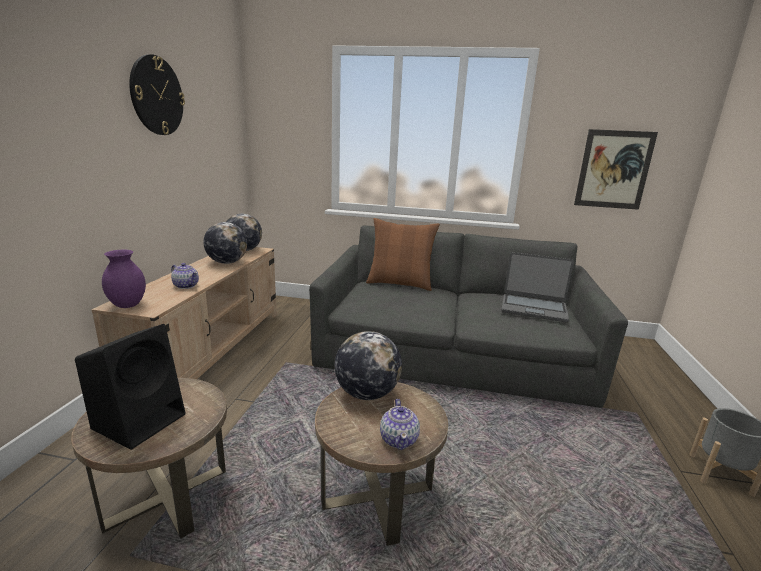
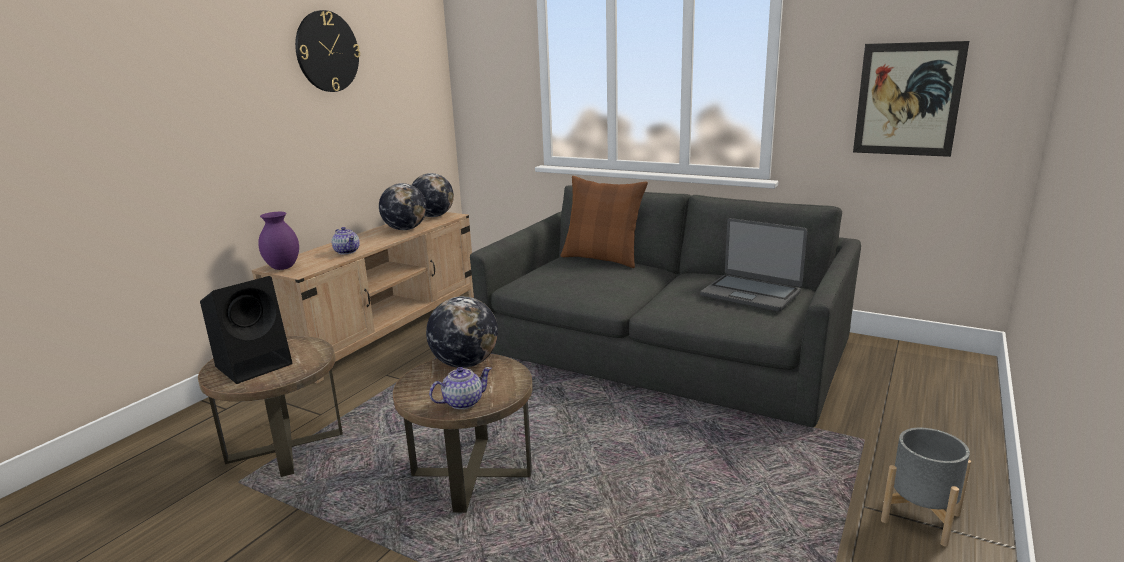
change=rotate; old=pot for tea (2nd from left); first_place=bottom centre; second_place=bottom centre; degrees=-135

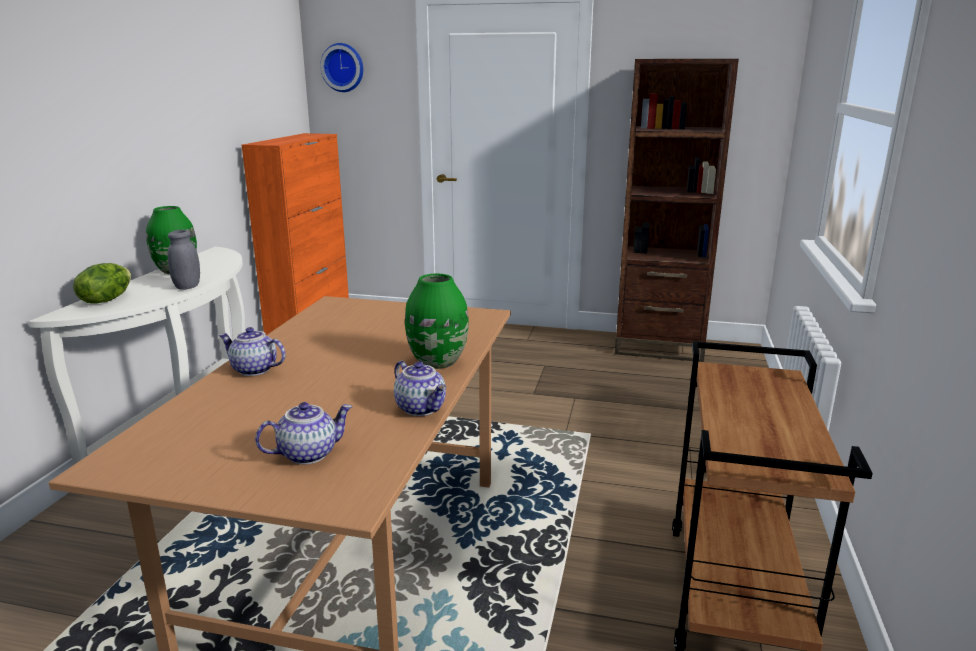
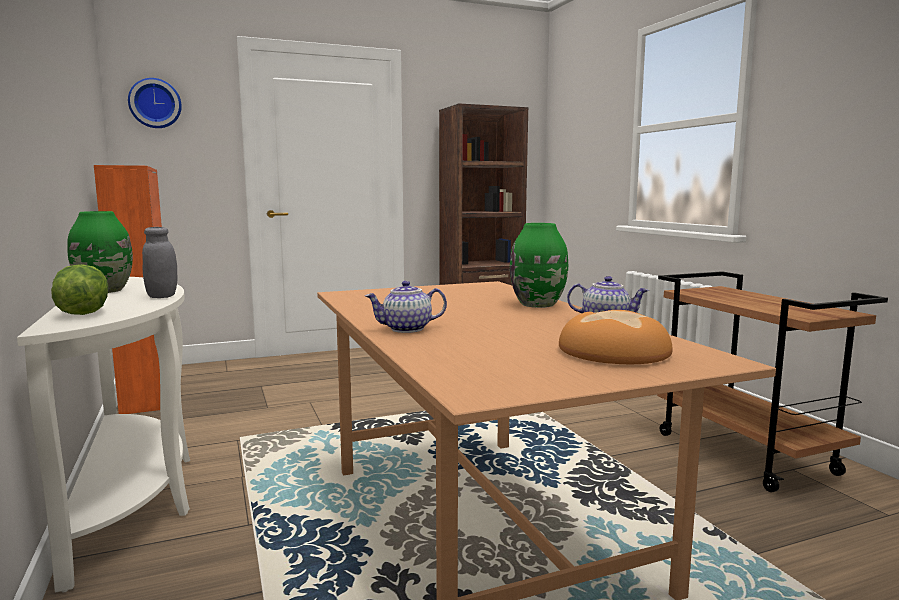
change=replace; old=pot for tea (2nd from left); new=bakery bread; first_place=middle left; second_place=middle right

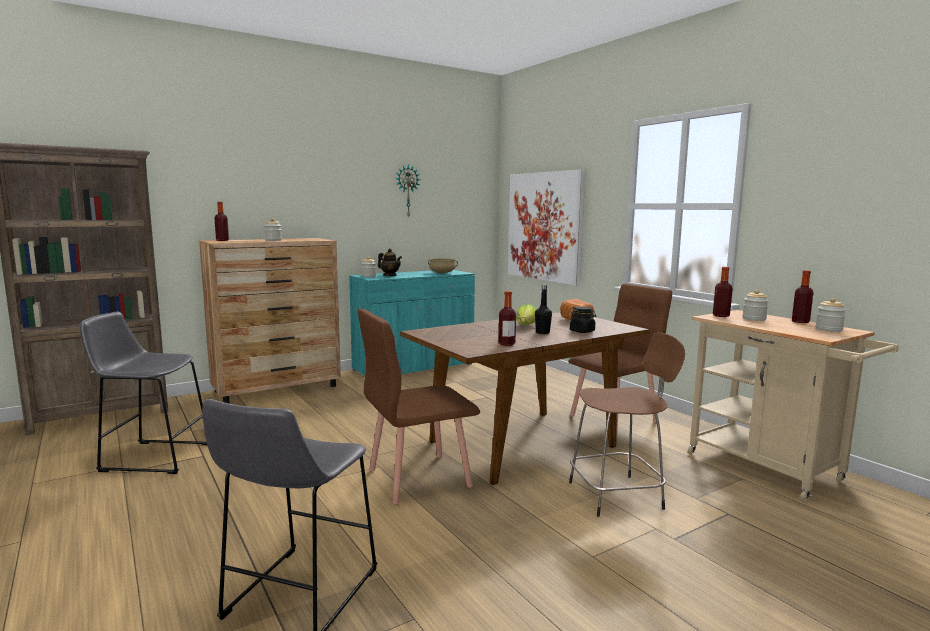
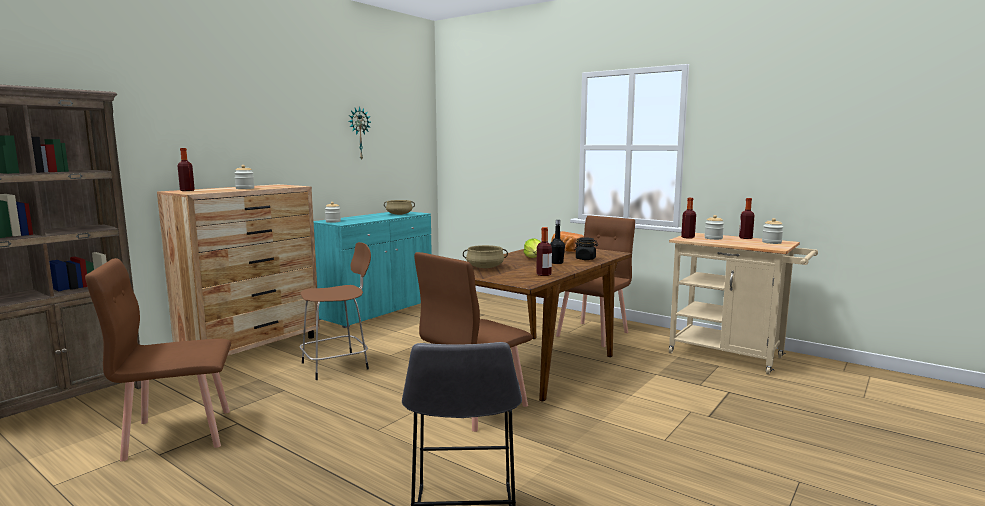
change=replace; old=gray stool (1st from left); new=brownish upright chair (1st from left); first_place=middle left; second_place=bottom left
change=delete; old=pot for tea; first_place=centre
change=delete; old=wall art; first_place=centre
change=move; old=brownish stool; first_place=bottom right; second_place=centre
change=insert; new=beige-coloured saucepot (2nd from left); second_place=centre

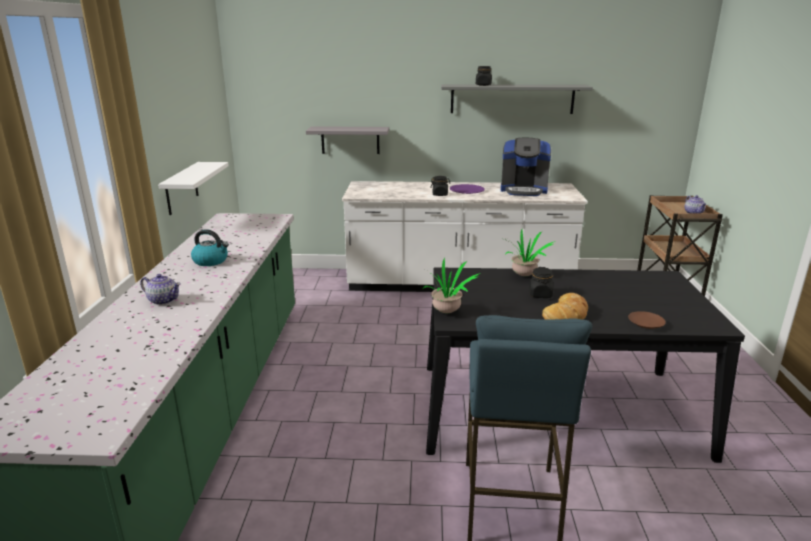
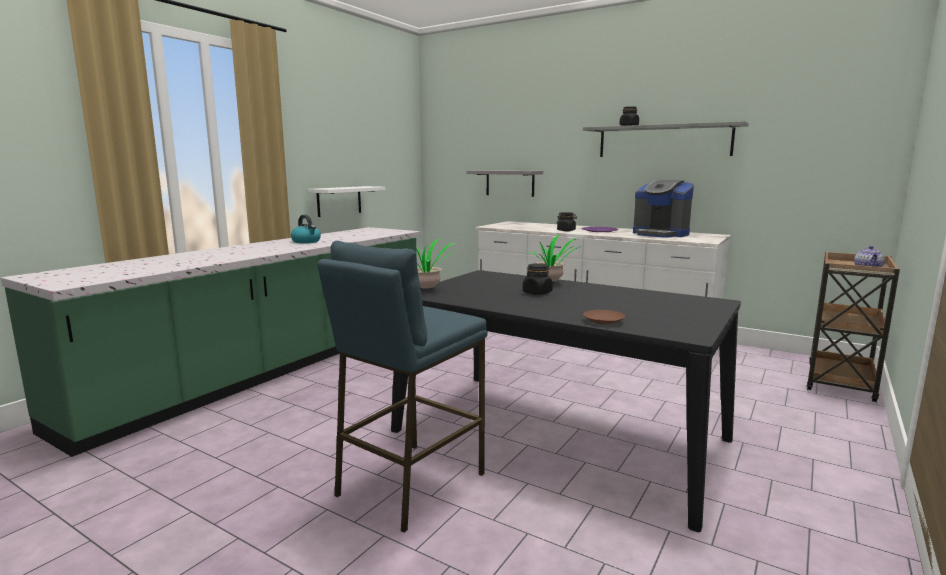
change=delete; old=pot for tea (1st from left); first_place=middle left
change=delete; old=bakery bread; first_place=middle right

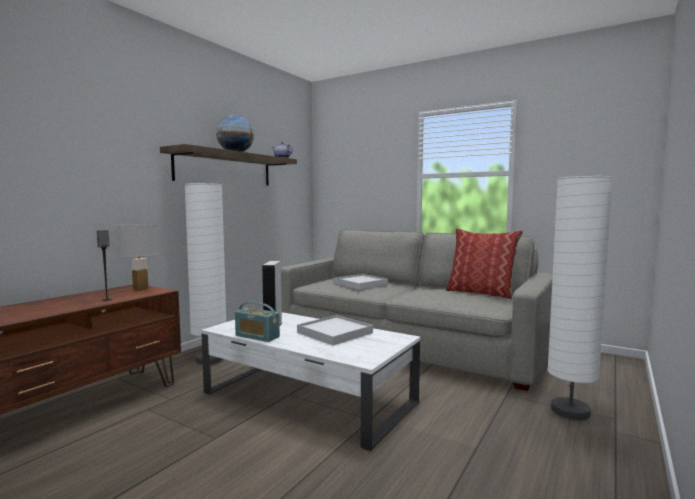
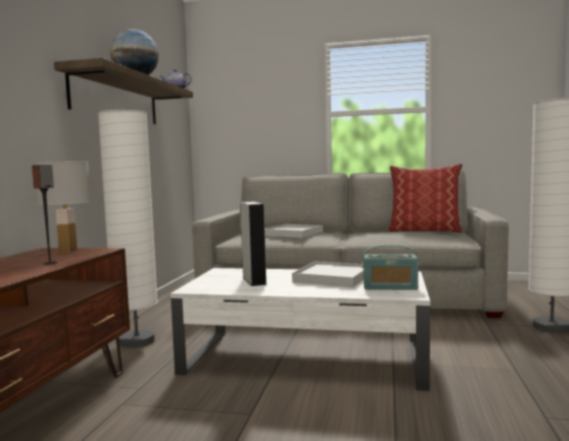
change=move; old=radio receiver; first_place=centre; second_place=middle right

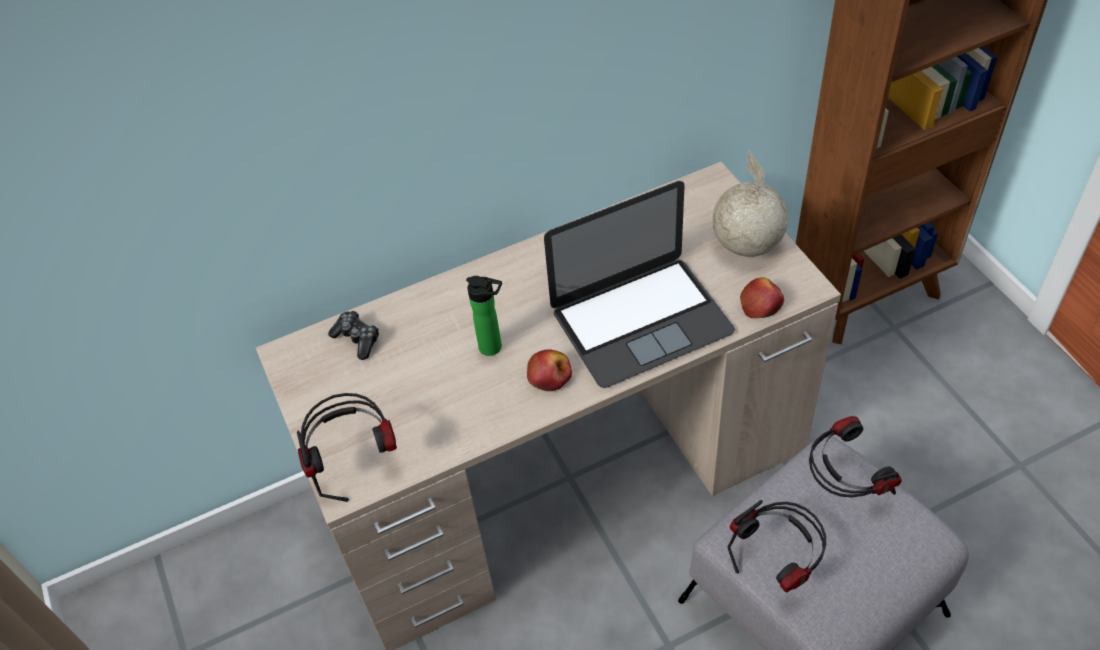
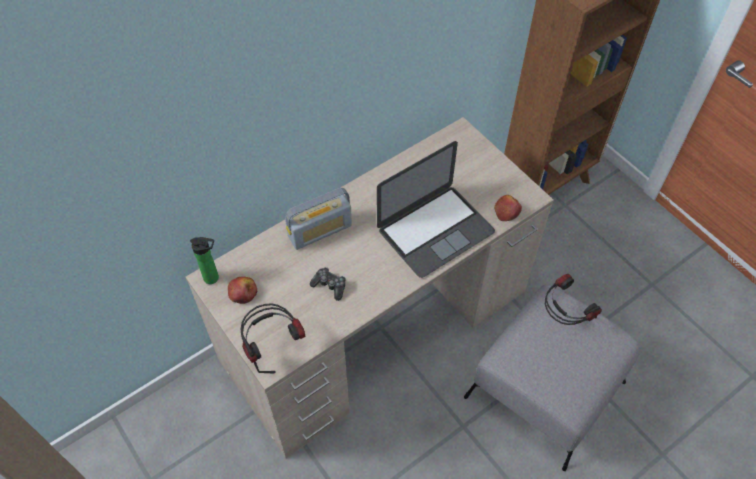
change=move; old=game controller; first_place=middle left; second_place=centre
change=move; old=beverage bottle; first_place=centre; second_place=middle left
change=move; old=apple fruit (1st from left); first_place=centre; second_place=middle left
change=delete; old=desk globe; first_place=top right
change=delete; old=headset (2nd from left); first_place=bottom right
change=insert; new=radio receiver; second_place=centre

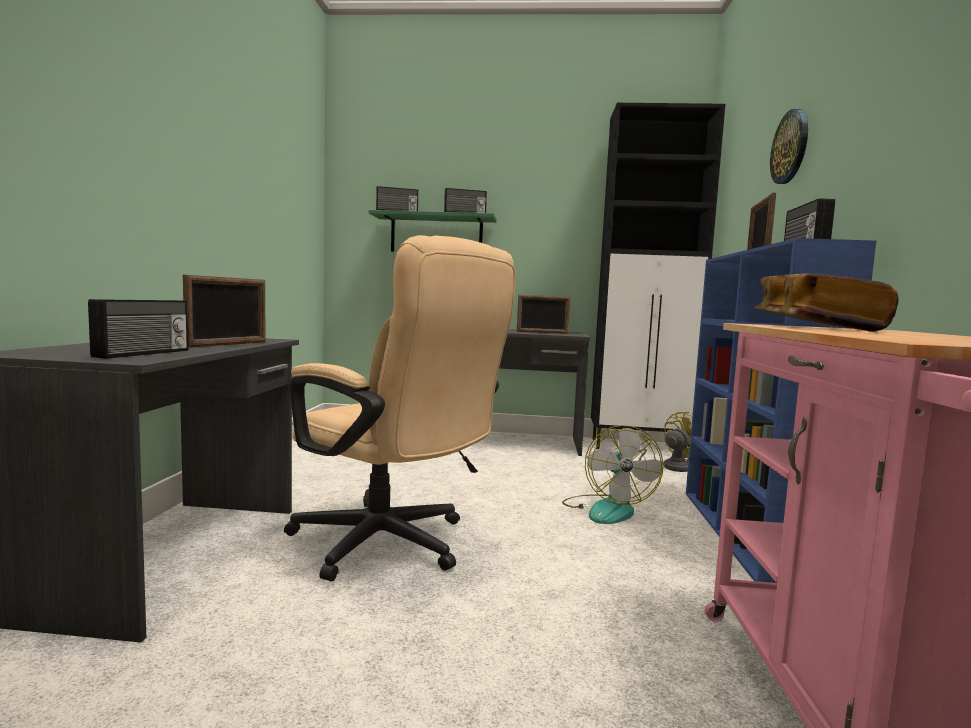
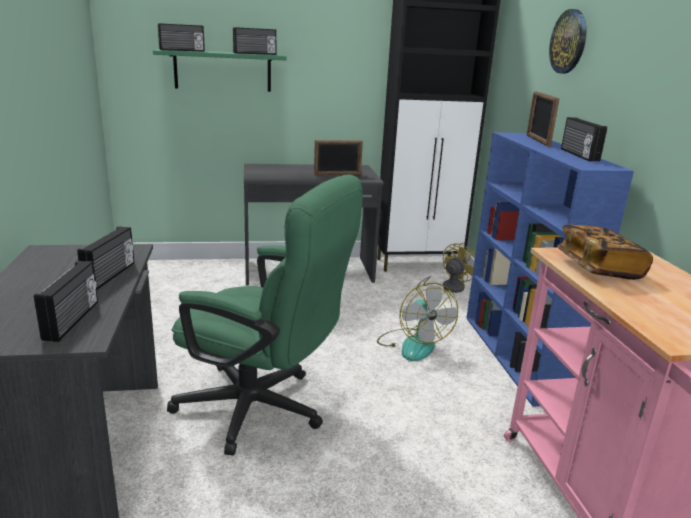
change=replace; old=standing frame (1st from left); new=radio receiver (2nd from left); first_place=middle left; second_place=middle left
change=recolor; old=beige-coloured office chair; new=green office chair; first_place=centre; second_place=centre

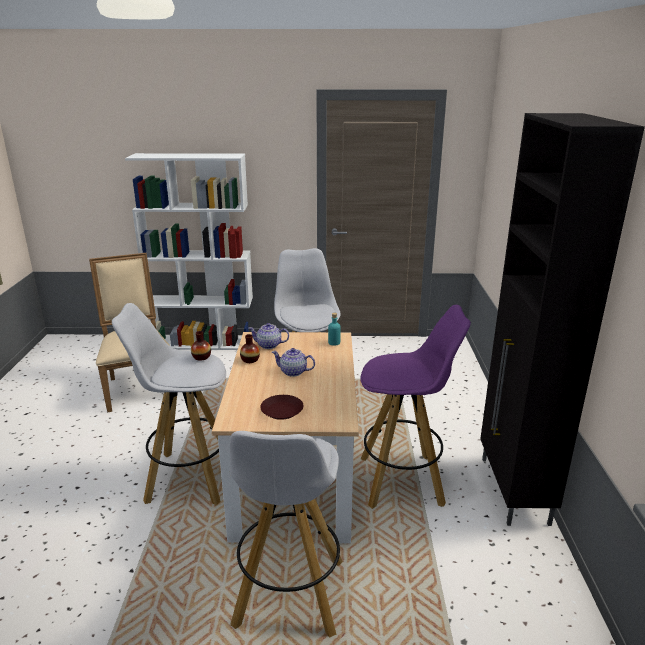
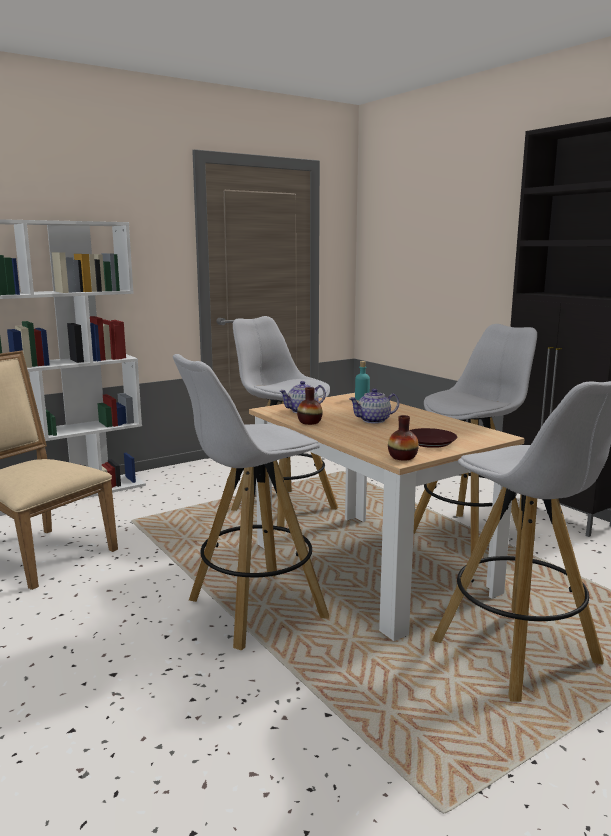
change=move; old=flower vase (1st from left in the first image); new=flower vase (2nd from left); first_place=middle left; second_place=centre
change=recolor; old=purple-coloured stool; new=white stool (3rd from left); first_place=centre; second_place=middle right

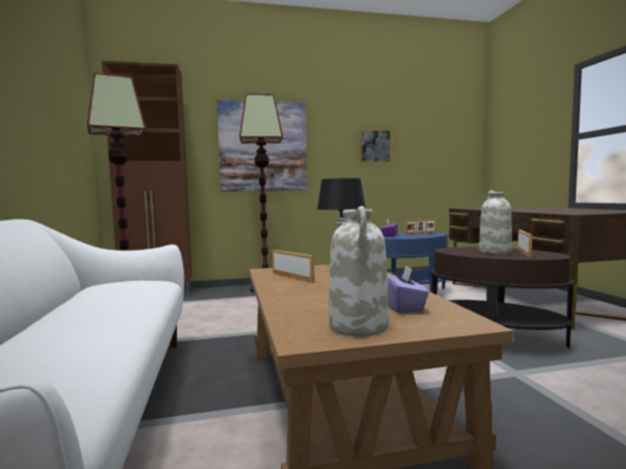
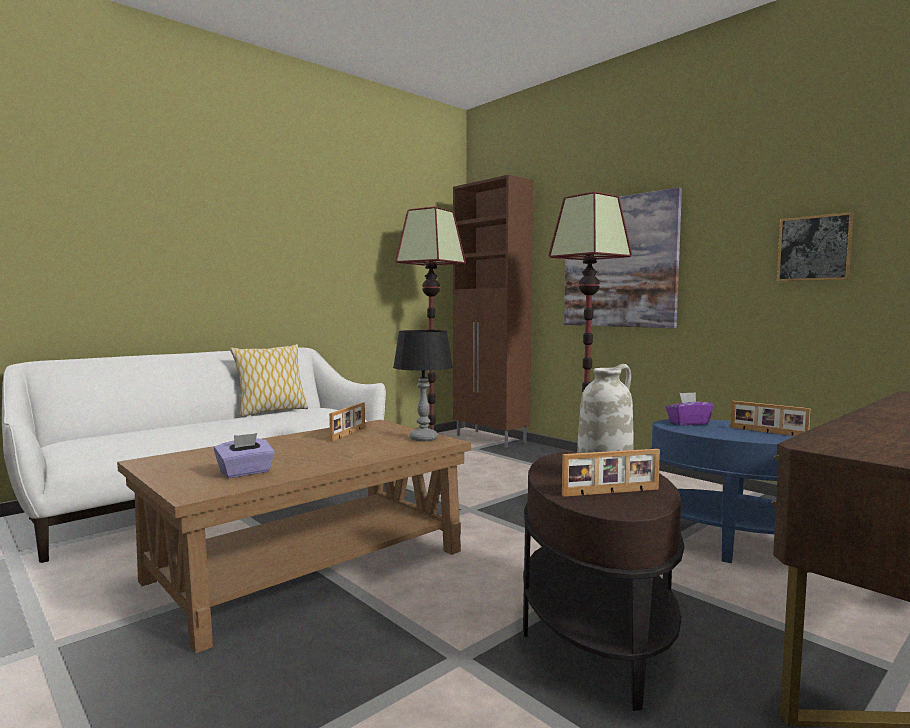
change=delete; old=white flower vase (1st from left); first_place=centre
change=insert; new=pillow; second_place=middle left

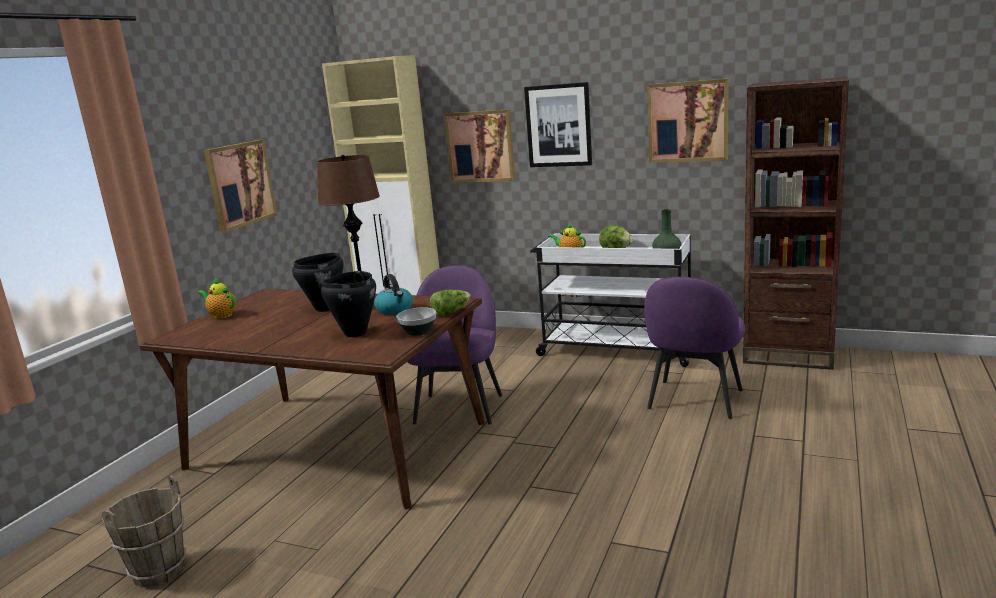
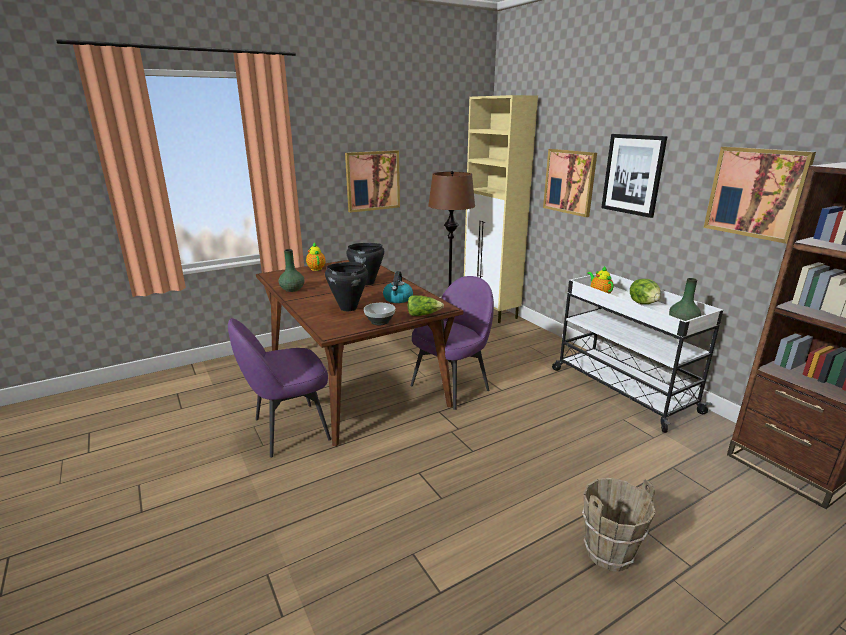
change=move; old=brownish pail; first_place=bottom left; second_place=bottom right
change=move; old=purple-coloured upright chair (2nd from left in the first image); new=purple-coloured upright chair (1st from left); first_place=middle right; second_place=middle left
change=insert; new=green flower vase (1st from left); second_place=centre

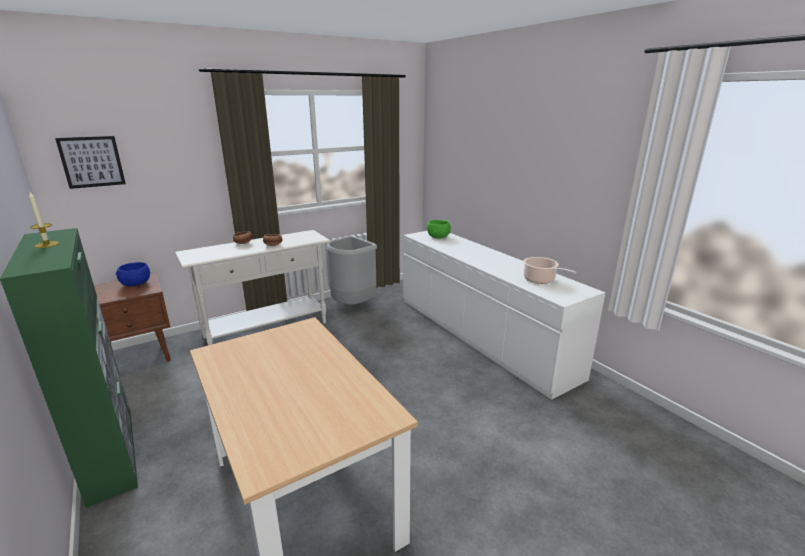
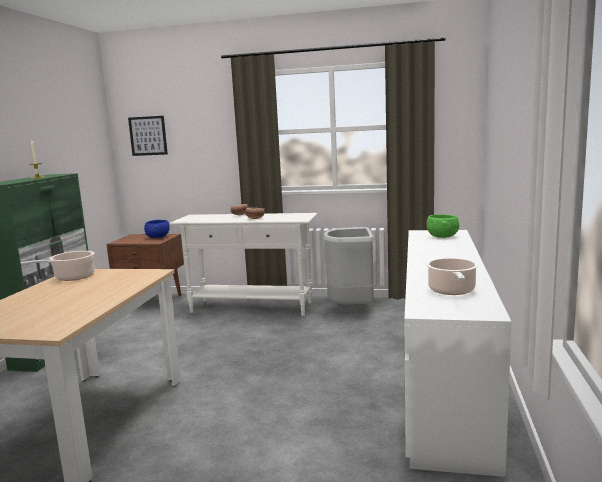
change=insert; new=saucepot (1st from left); second_place=middle left

